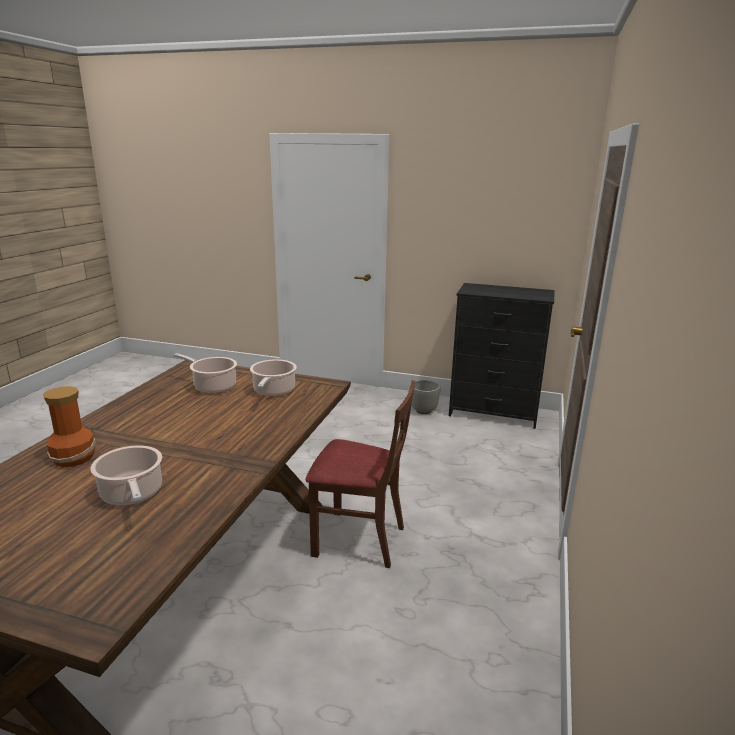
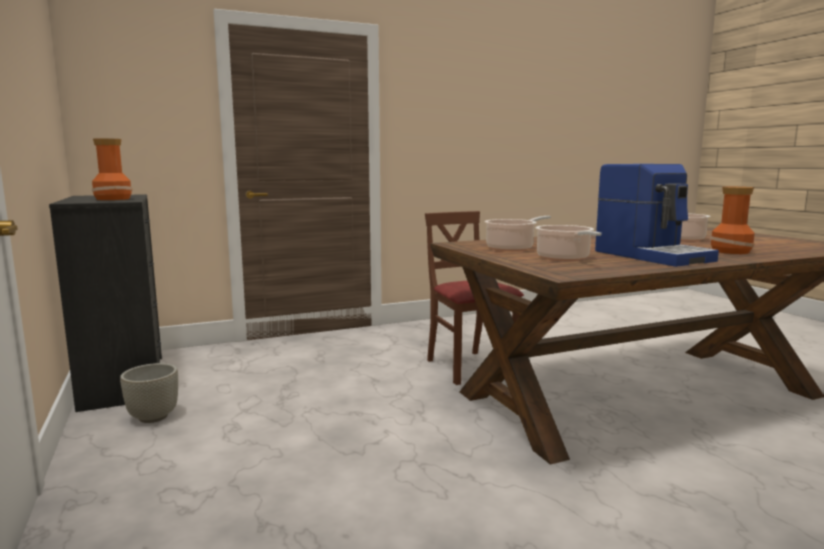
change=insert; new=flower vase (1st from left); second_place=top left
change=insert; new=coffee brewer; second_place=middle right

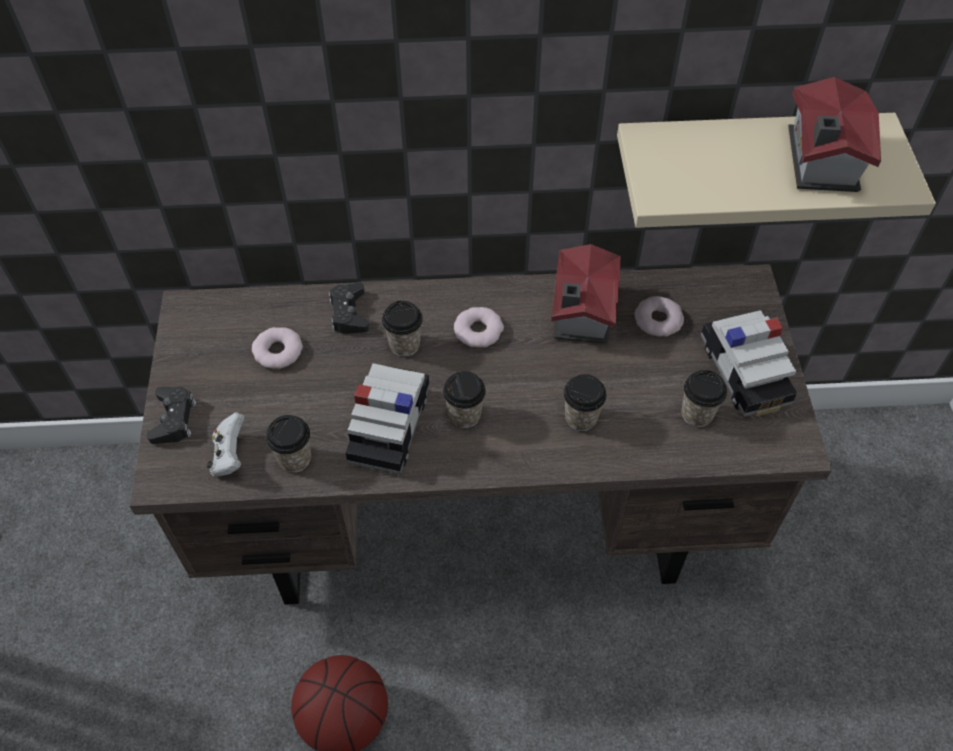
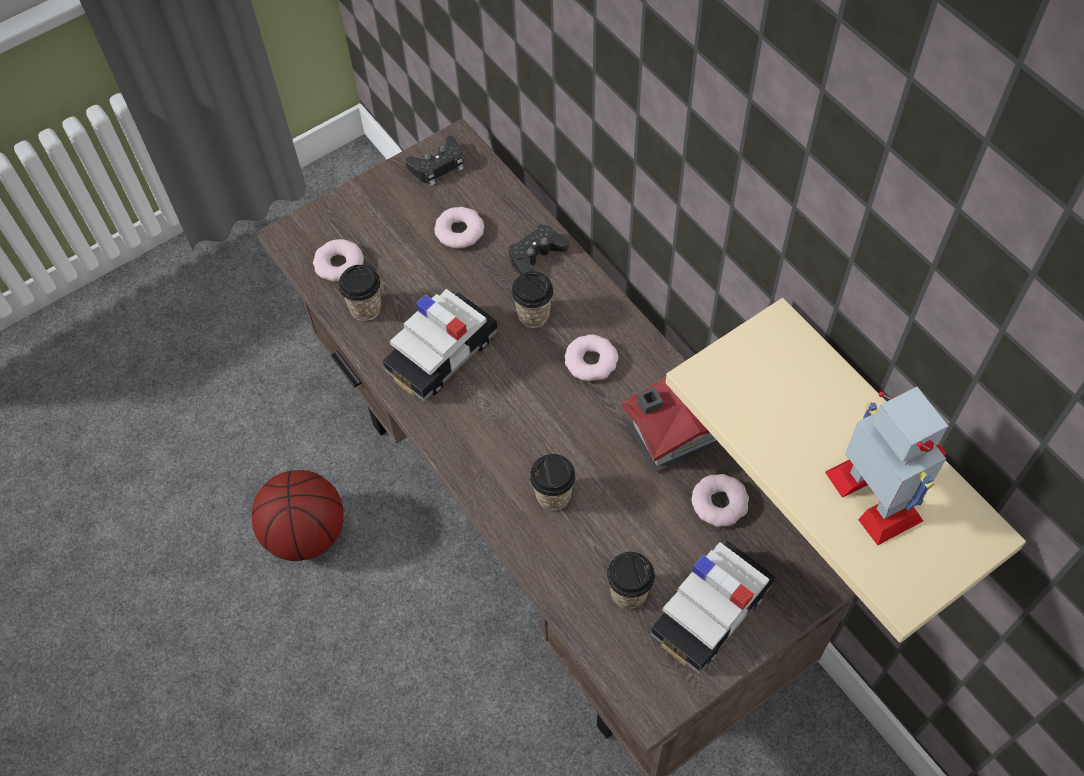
change=move; old=black-coloured game controller (1st from left); first_place=middle left; second_place=top centre
change=replace; old=white game controller; new=doughnut (1st from left); first_place=middle left; second_place=middle left
change=rotate; old=miniature car (1st from left); first_place=centre; second_place=centre; degrees=150
change=delete; old=drinking cup (3rd from left); first_place=centre
change=replace; old=model house (2nd from left); new=model robot; first_place=top right; second_place=middle right

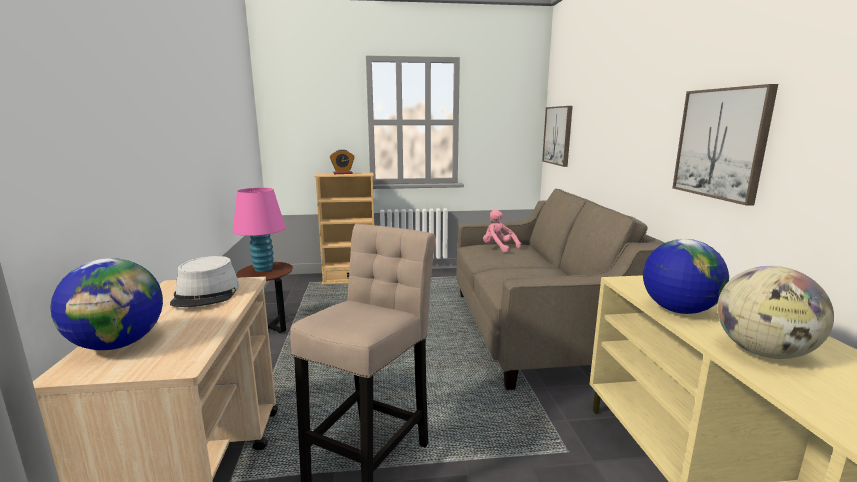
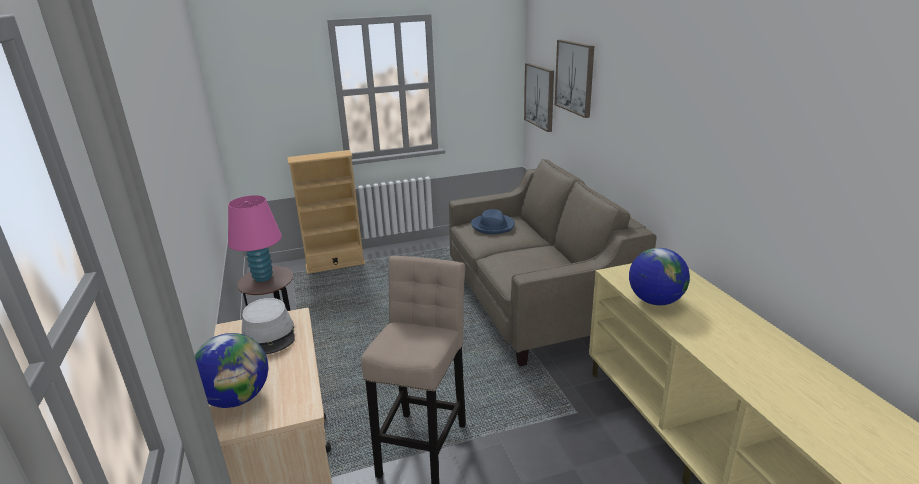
change=delete; old=alarm clock; first_place=centre
change=replace; old=pink plush toy; new=blue-coloured wearable hat; first_place=centre; second_place=centre
change=move; old=wall art (2nd from left); first_place=top right; second_place=top centre
change=delete; old=desk globe (3rd from left); first_place=middle right

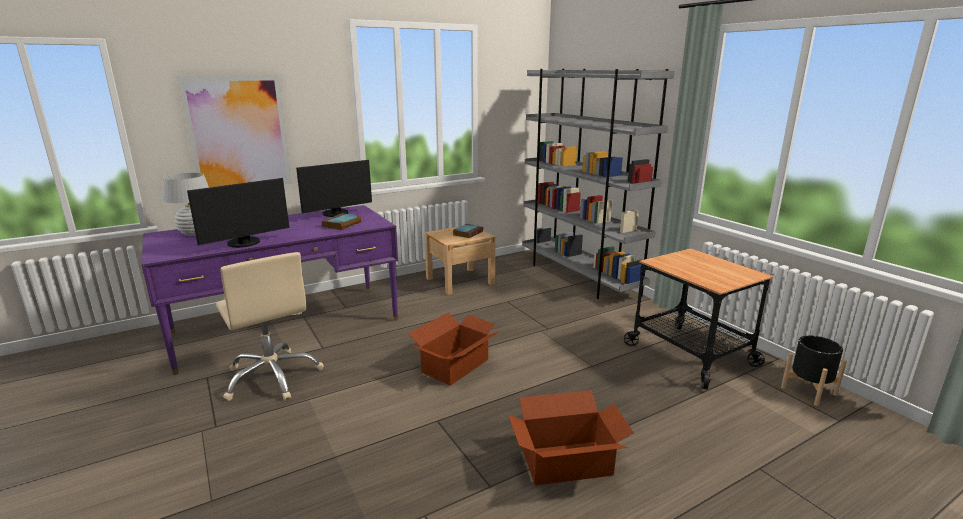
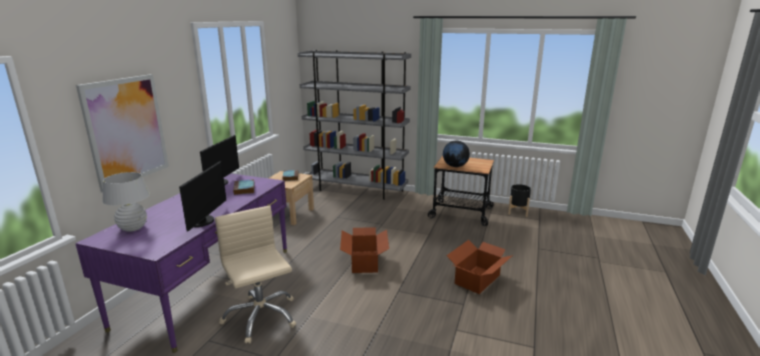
change=rotate; old=beige-coloured office chair; first_place=middle left; second_place=bottom centre; degrees=-135
change=insert; new=desk globe; second_place=centre

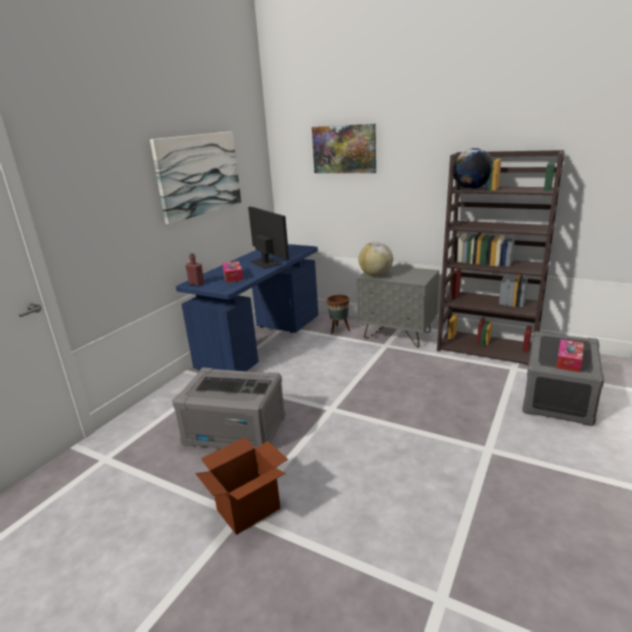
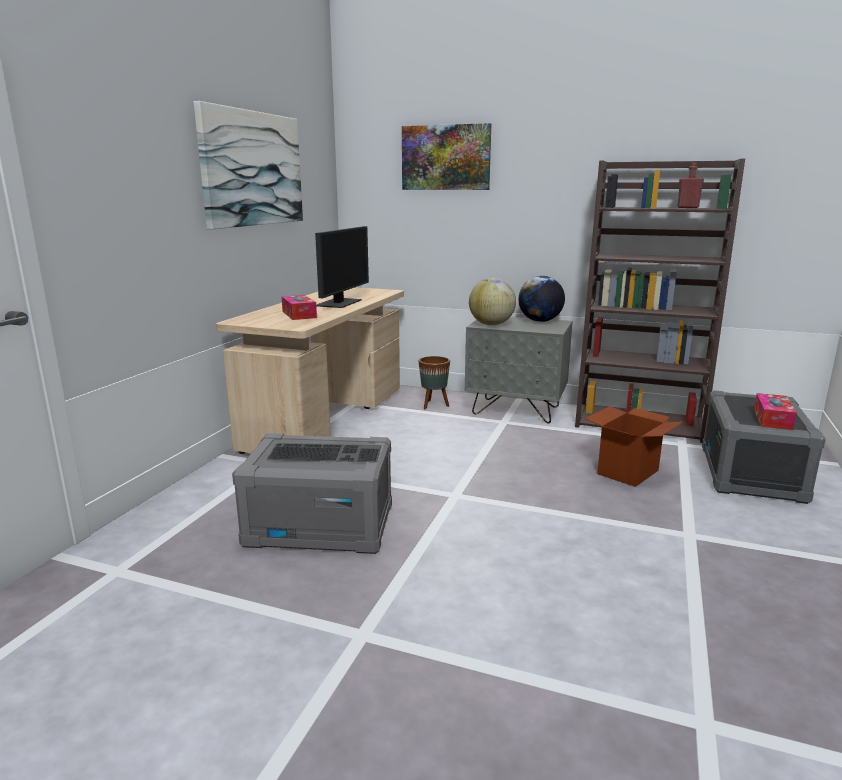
change=recolor; old=blue-coloured desk table; new=beige-coloured desk table; first_place=centre; second_place=centre
change=move; old=red beverage bottle; first_place=middle left; second_place=top right
change=move; old=cardboard box; first_place=bottom centre; second_place=middle right
change=rotate; old=monitor; first_place=centre; second_place=centre; degrees=60
change=move; old=desk globe (2nd from left); first_place=top right; second_place=centre

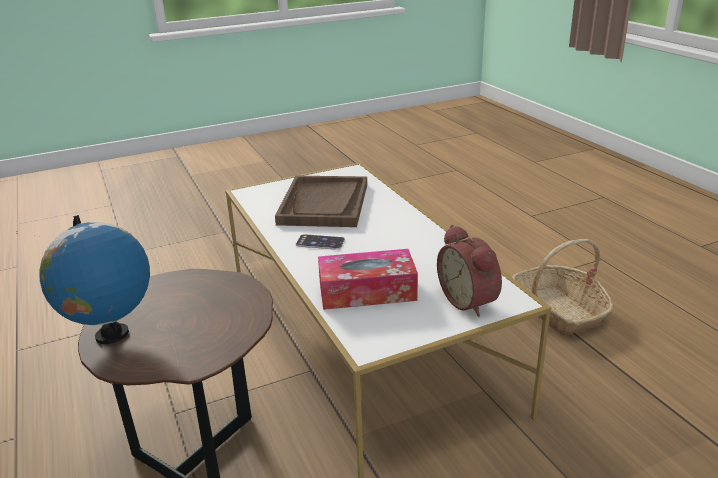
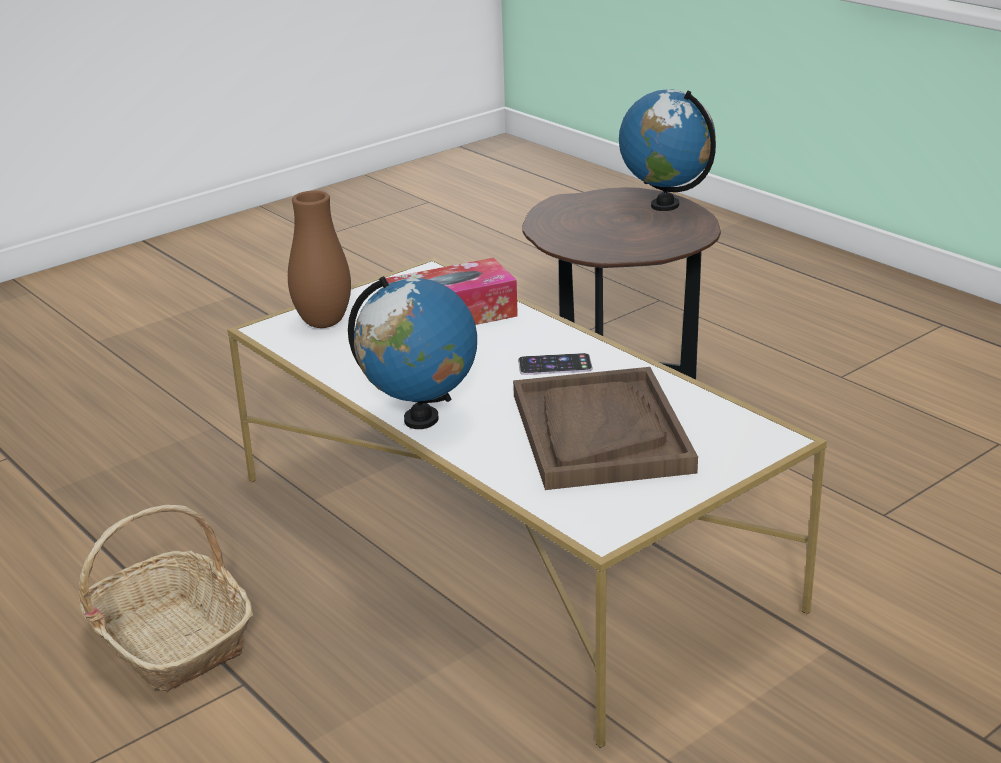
change=replace; old=alarm clock; new=brownish flower vase; first_place=centre; second_place=middle left
change=insert; new=desk globe (1st from left); second_place=centre

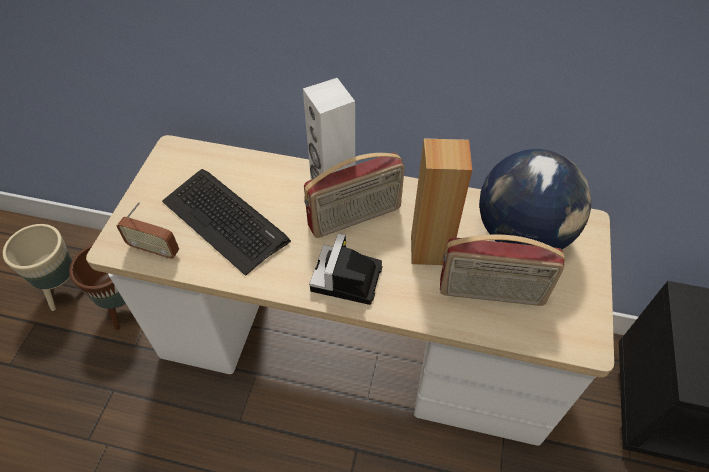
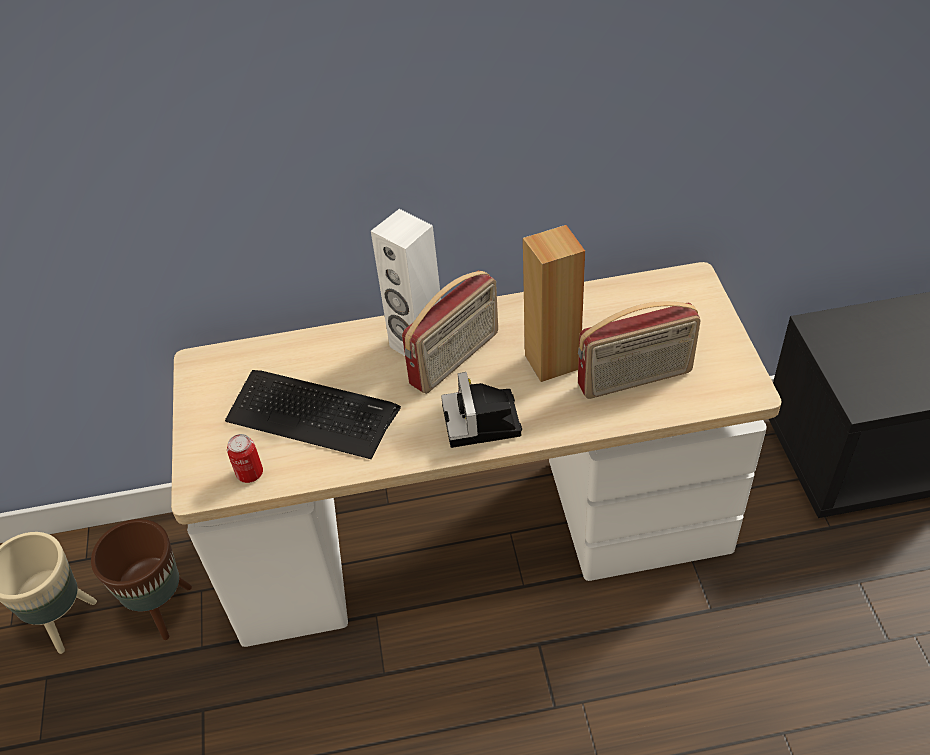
change=replace; old=radio receiver (1st from left); new=can; first_place=middle left; second_place=middle left
change=delete; old=desk globe; first_place=middle right

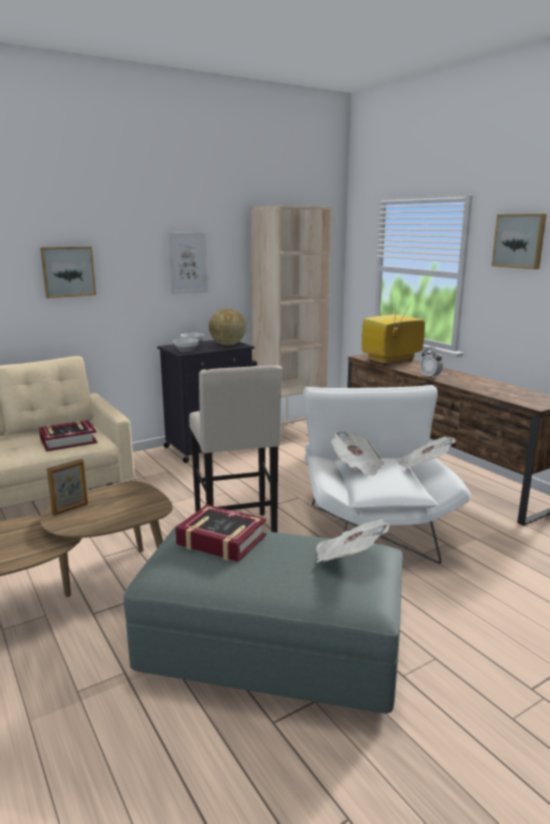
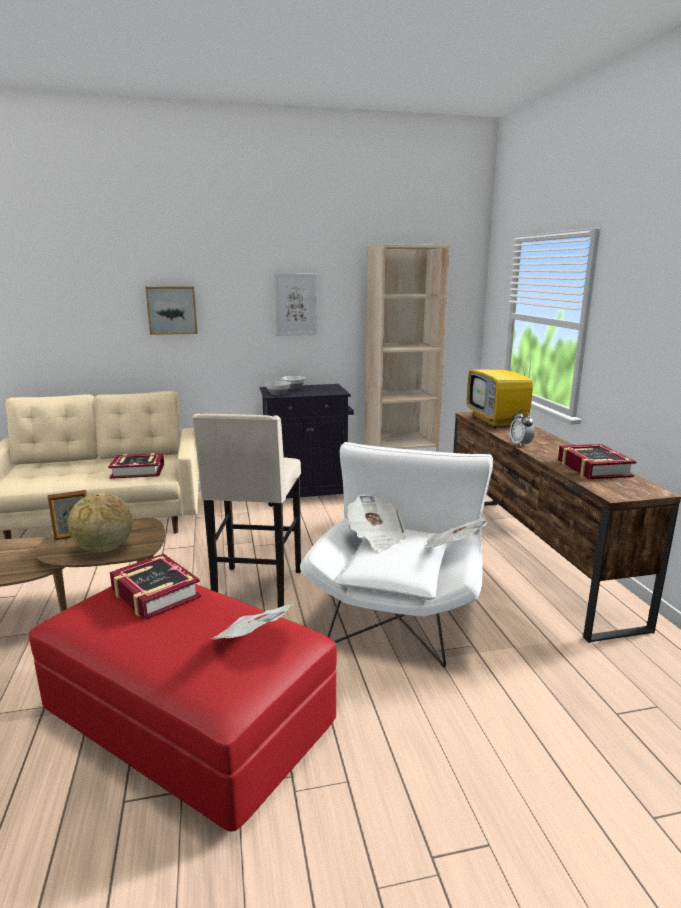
change=recolor; old=gray footrest; new=red footrest; first_place=bottom centre; second_place=bottom left
change=move; old=desk globe; first_place=centre; second_place=middle left
change=rotate; old=television; first_place=middle right; second_place=middle right; degrees=-90
change=delete; old=wall art (3rd from left); first_place=top right
change=insert; new=volume (3rd from left); second_place=middle right

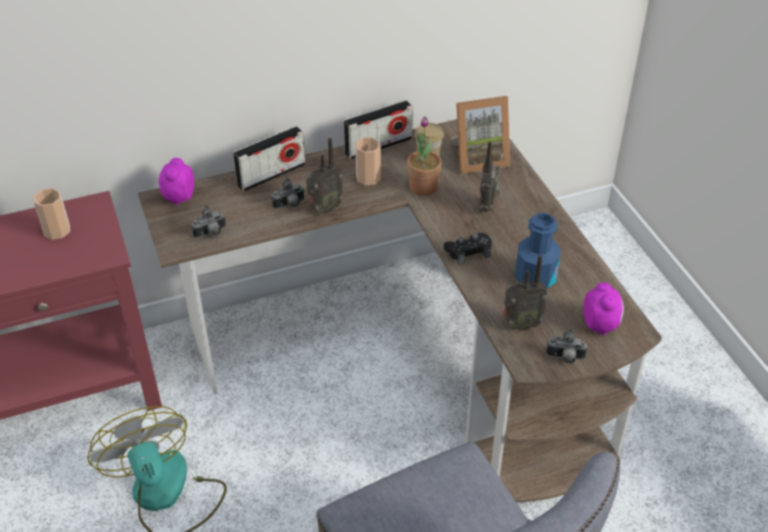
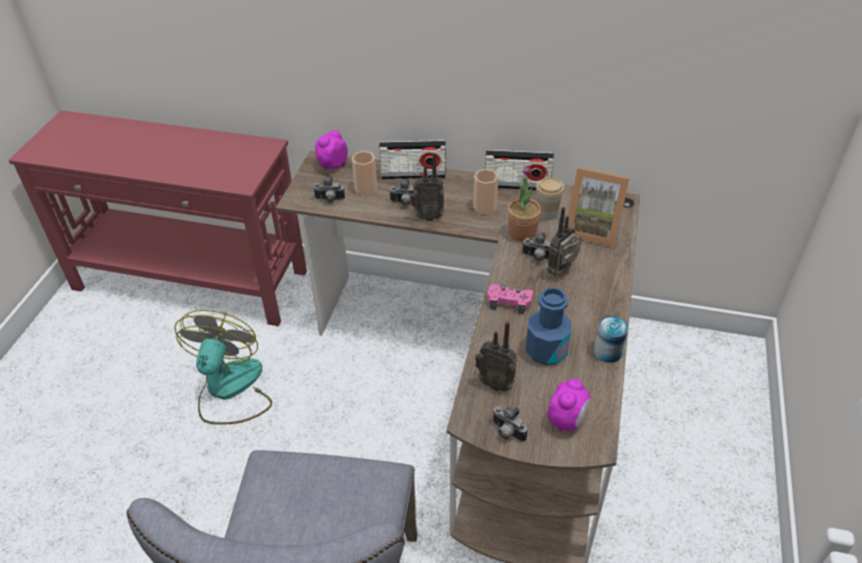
change=move; old=drinking cup (1st from left); first_place=middle left; second_place=top centre
change=recolor; old=black-coloured game controller; new=pink game controller; first_place=centre; second_place=centre
change=insert; new=photo camera (4th from left); second_place=centre
change=insert; new=can; second_place=middle right

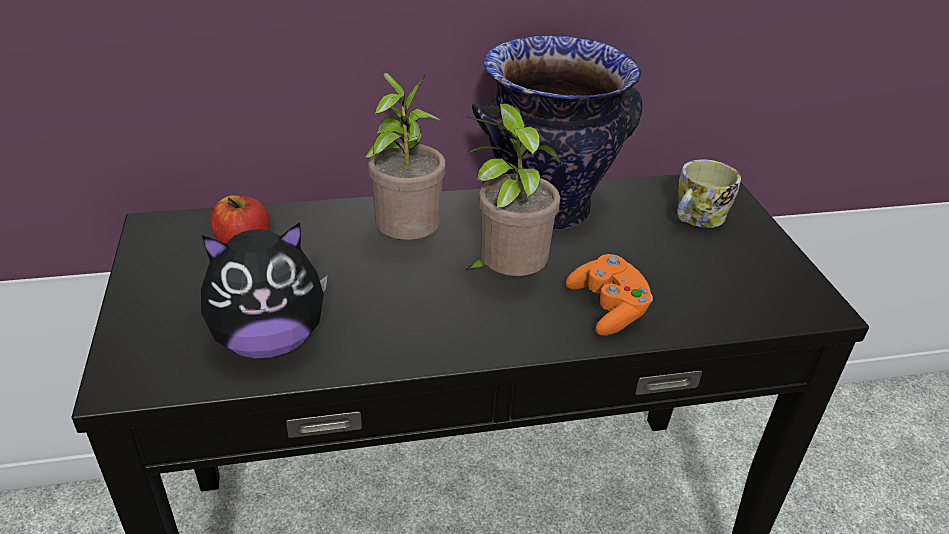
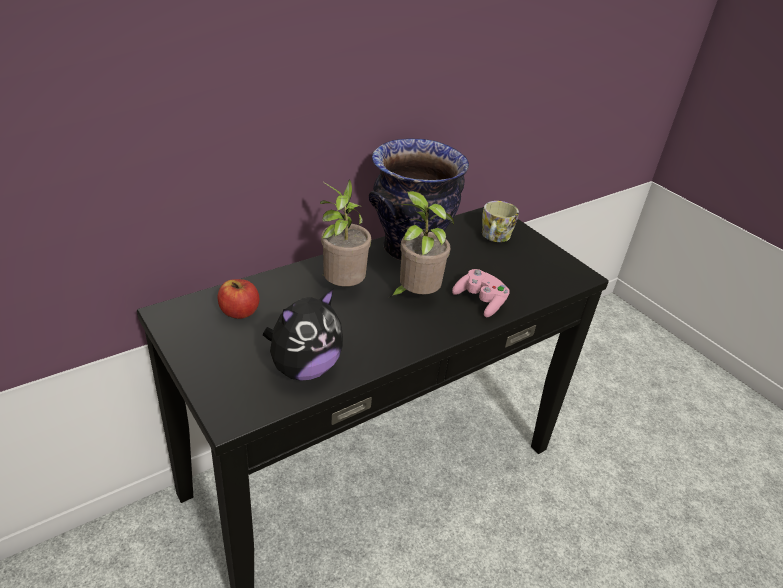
change=recolor; old=orange game controller; new=pink game controller; first_place=centre; second_place=centre

